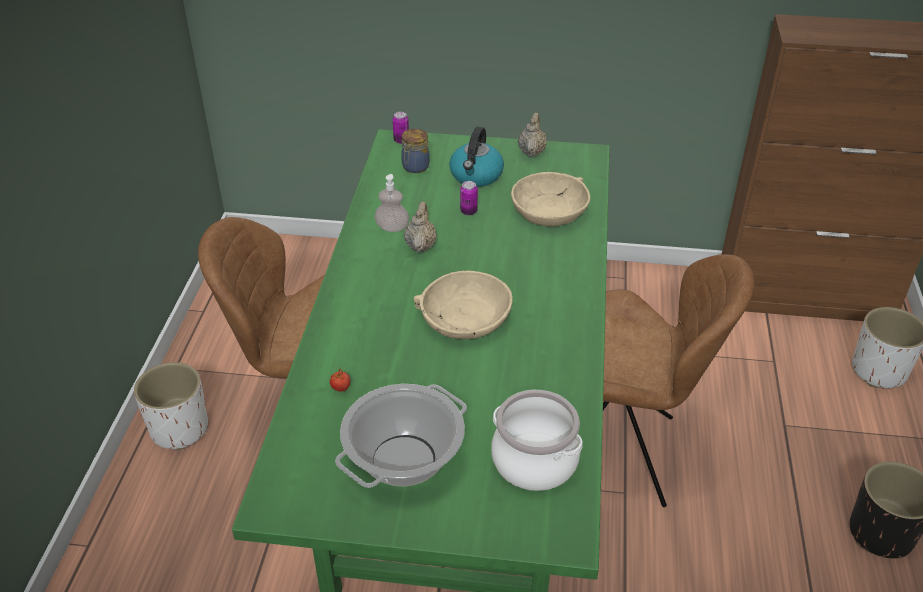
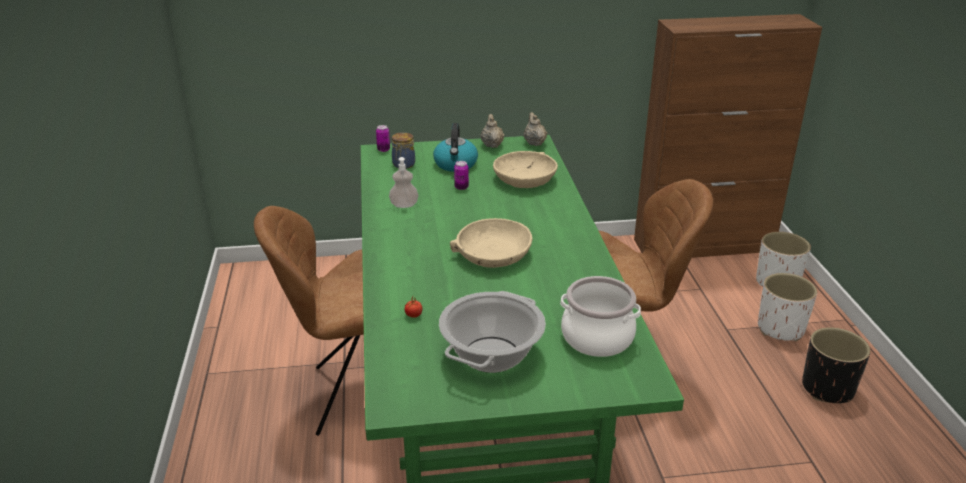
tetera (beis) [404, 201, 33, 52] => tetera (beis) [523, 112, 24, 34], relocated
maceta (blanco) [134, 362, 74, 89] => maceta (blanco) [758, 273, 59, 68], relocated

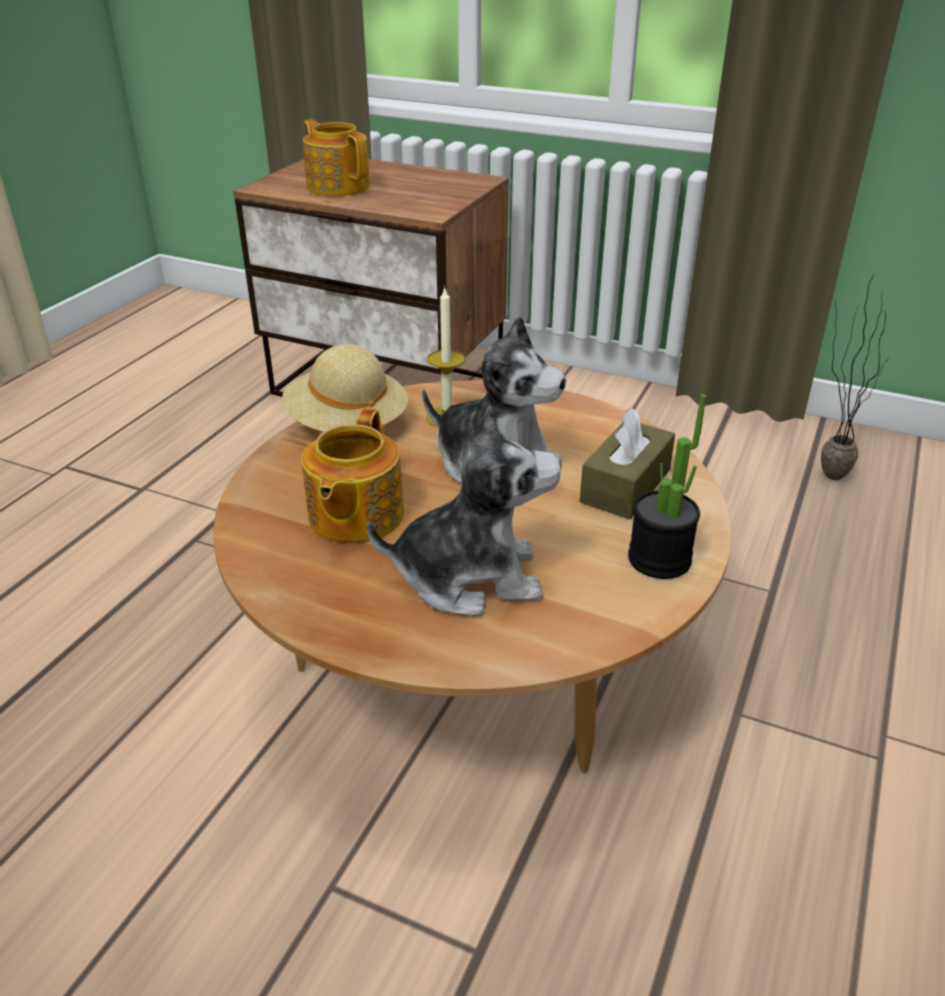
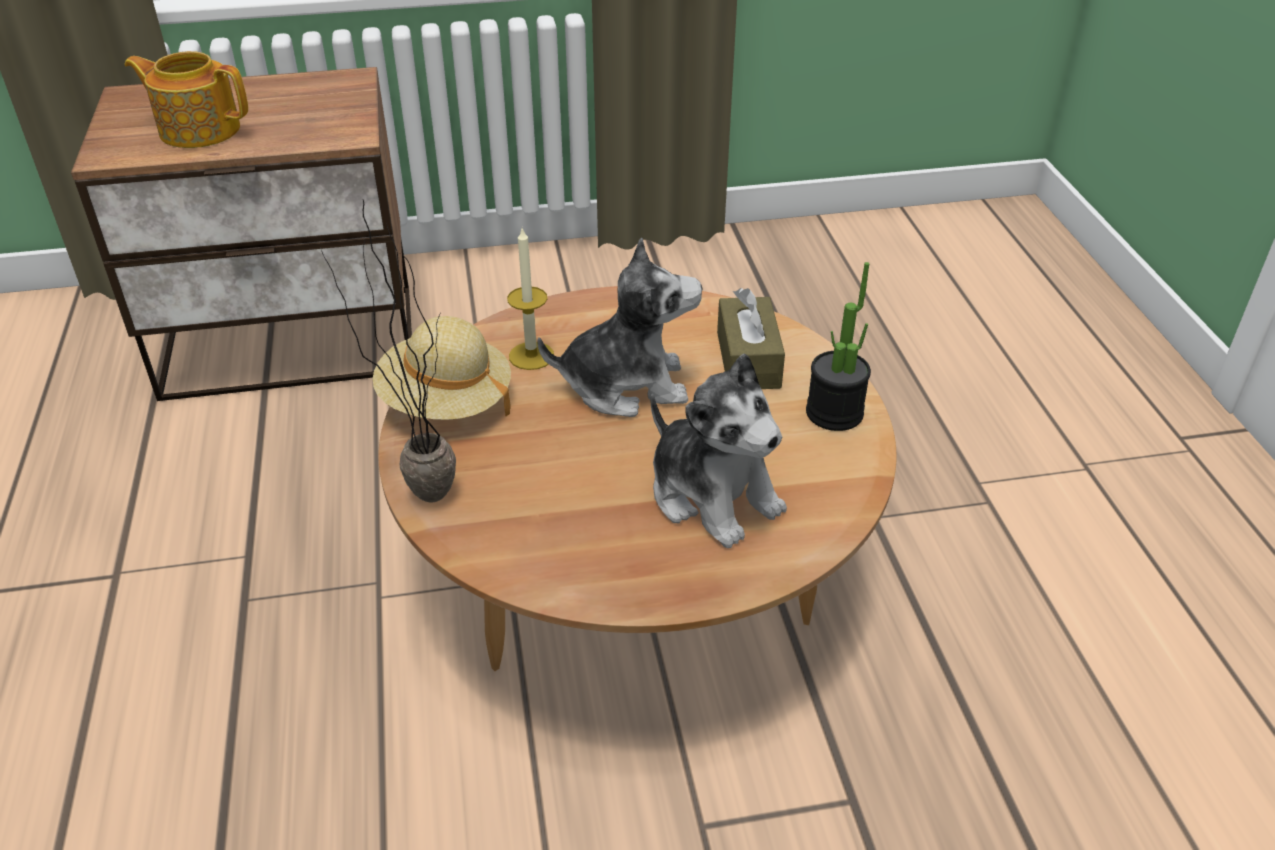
planta en maceta [821, 274, 65, 206] => planta en maceta [320, 200, 136, 302], relocated
peluche [366, 405, 195, 211] => peluche [651, 353, 136, 195], 90 degrees clockwise
tetera [301, 408, 103, 135] => nothing

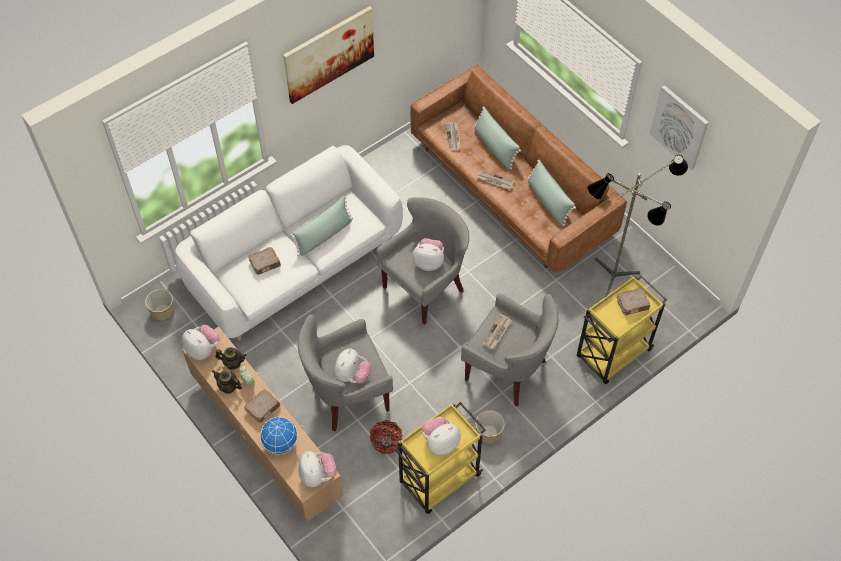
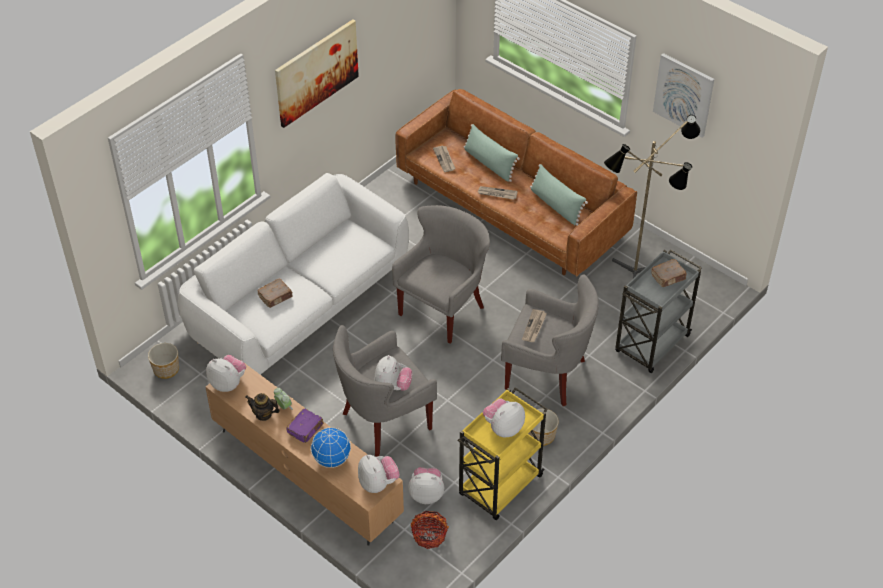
cojín (verde) [290, 196, 63, 61] => nothing
peluche [412, 238, 32, 33] => peluche [408, 467, 36, 37], relocated
carrito (amarillo) [577, 275, 90, 109] => carrito (gris) [615, 249, 87, 124]
tetera [215, 347, 31, 23] => nothing
libro (marrón) [244, 390, 36, 33] => libro (morado) [286, 408, 37, 35]
cesta [370, 420, 33, 34] => cesta [410, 511, 39, 38], relocated

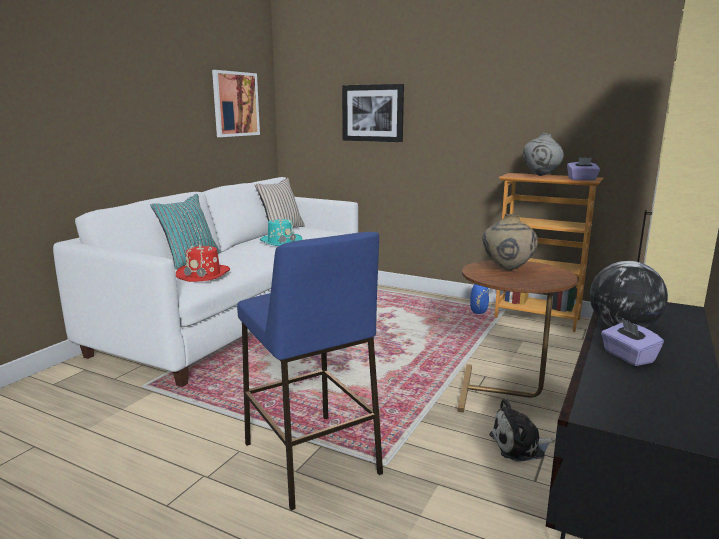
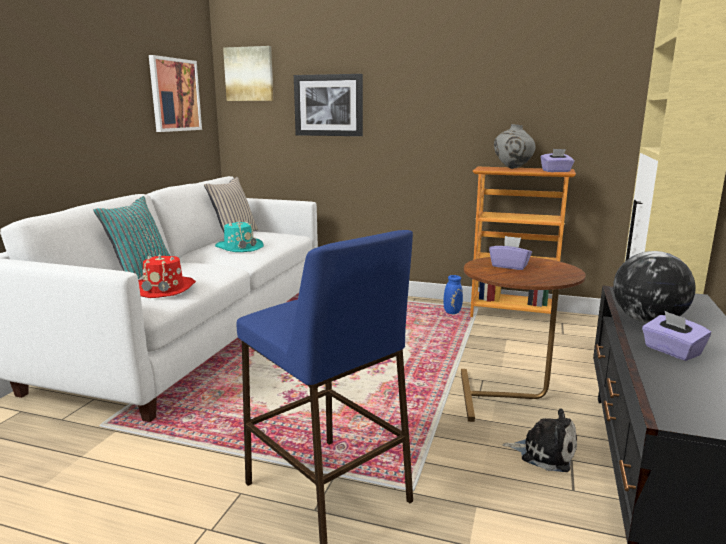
florero (beis) [482, 214, 56, 56] => caja de pañuelos (morado) [489, 236, 43, 34]
peluche [489, 398, 65, 64] => peluche [502, 409, 75, 63], 135 degrees counterclockwise
nothing => cuadro [223, 46, 51, 55]

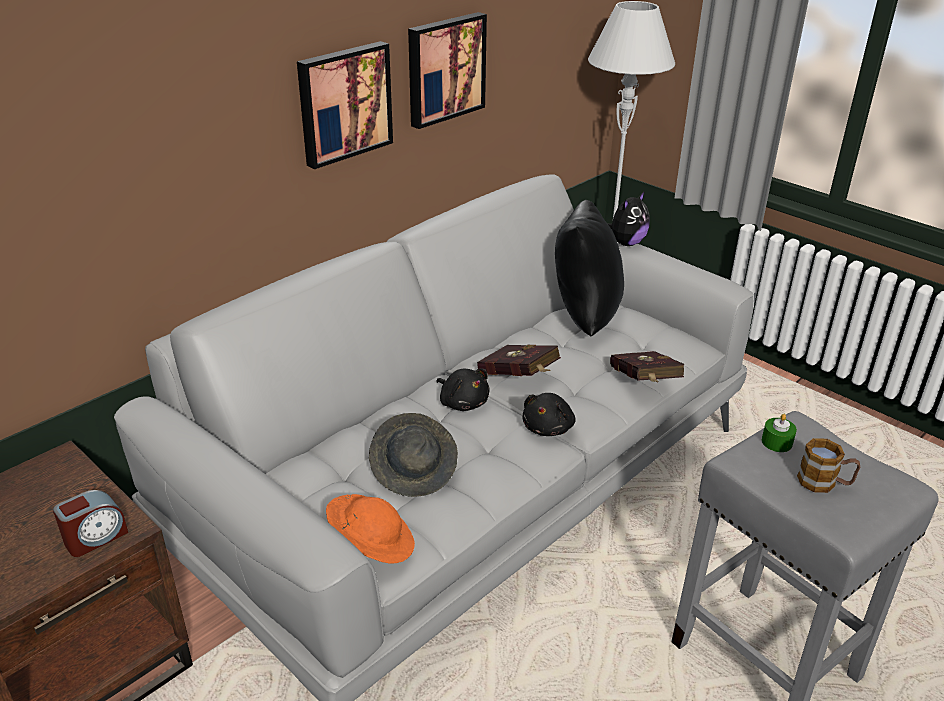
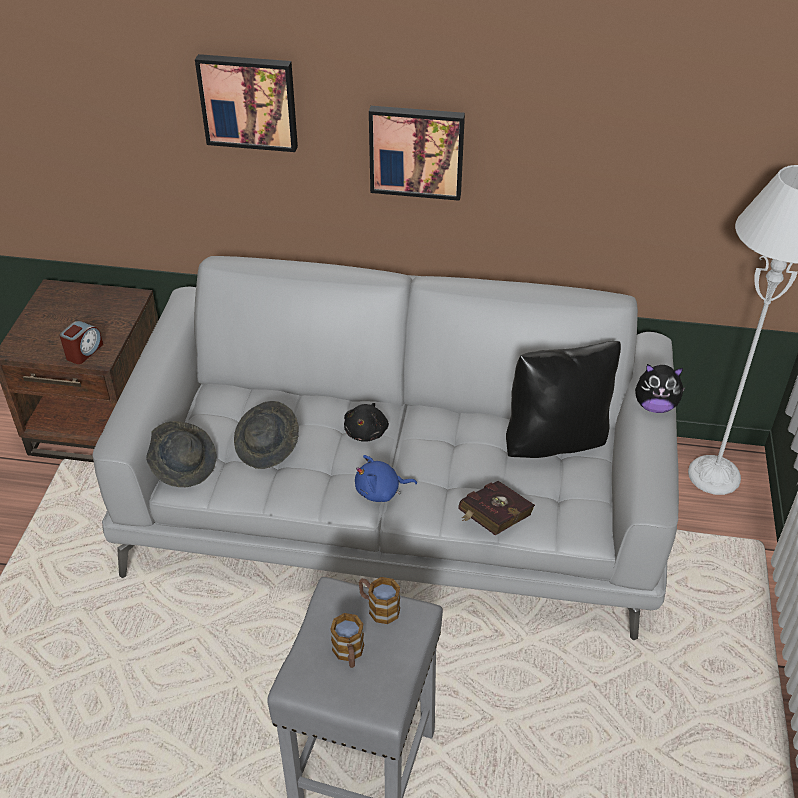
cuadro [408, 12, 79, 117] => cuadro [195, 54, 103, 98], relocated
libro (rojo) [477, 345, 84, 31] => nothing
peluche (negro) [522, 393, 53, 43] => peluche (azul) [355, 455, 62, 47]
vela (verde) [761, 414, 36, 38] => taza grande [359, 577, 41, 47]
despertador [53, 490, 75, 67] => despertador [59, 321, 44, 43], 75 degrees counterclockwise
sombrero (naranja) [326, 494, 89, 70] => sombrero (gris) [146, 421, 70, 66]

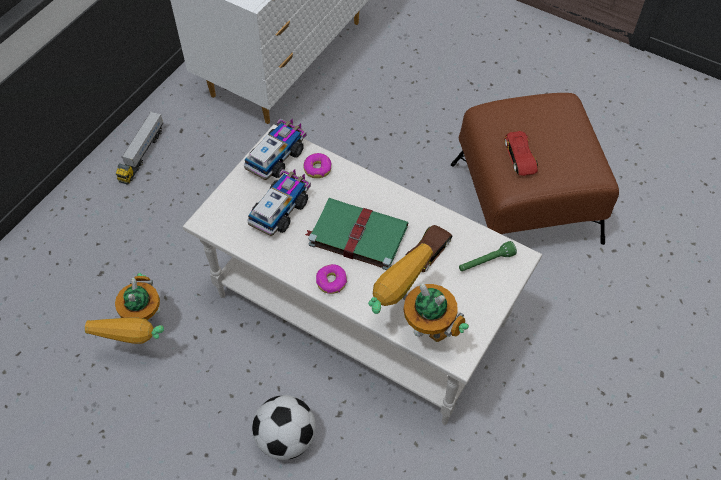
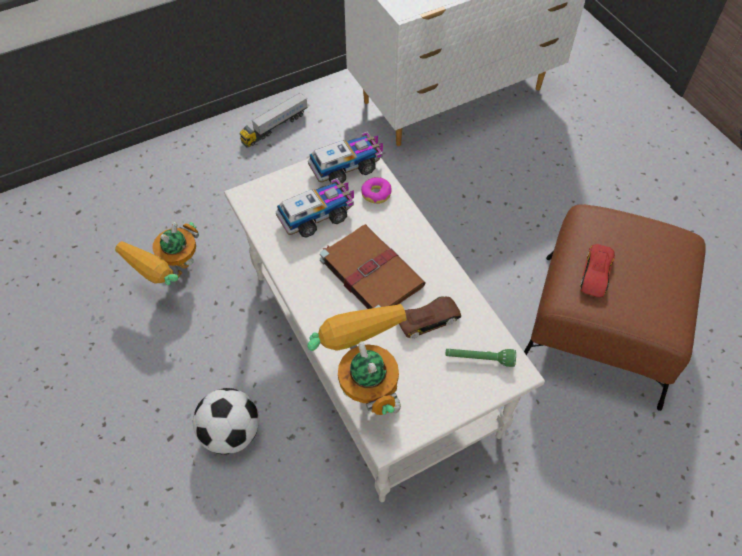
libro (verde) [305, 198, 103, 72] => libro (marrón) [320, 224, 106, 85]
rosquilla [316, 264, 31, 30] => nothing

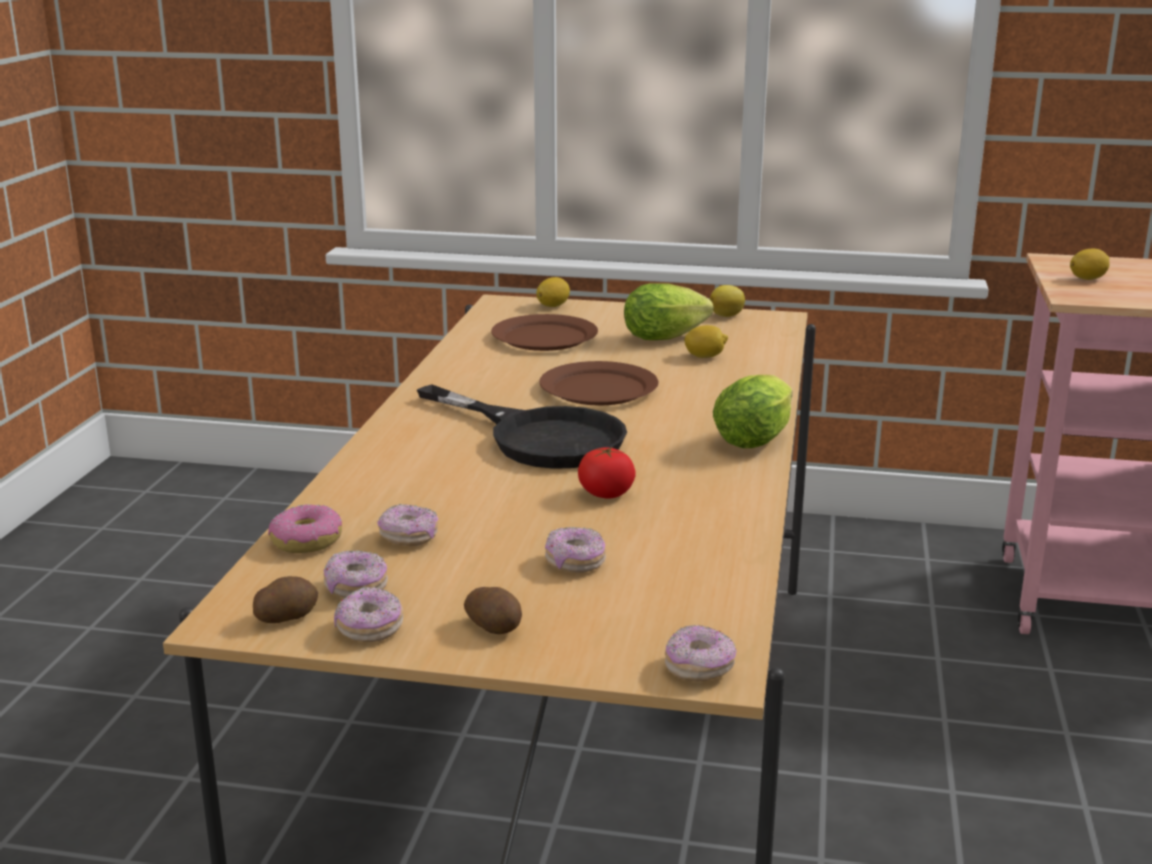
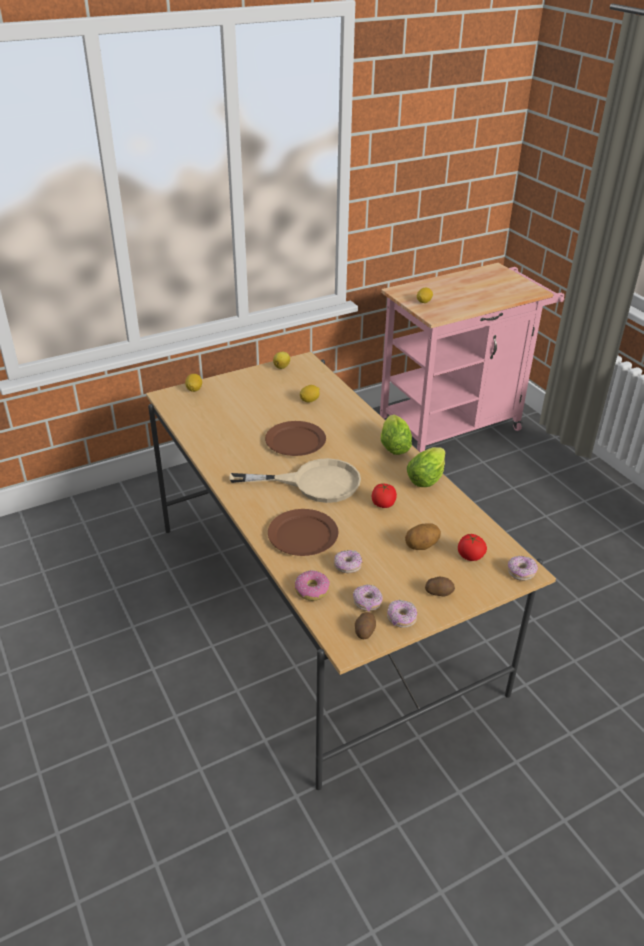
lechuga [624, 283, 90, 57] => lechuga [407, 447, 39, 40], relocated
plato (marrón) [491, 314, 107, 37] => plato (marrón) [268, 509, 70, 47], relocated
sartén (negro) [417, 384, 210, 85] => sartén (beis) [229, 458, 132, 45]
rosquilla [545, 527, 61, 46] => patata [405, 523, 36, 27]
nothing => tomate [458, 534, 29, 27]

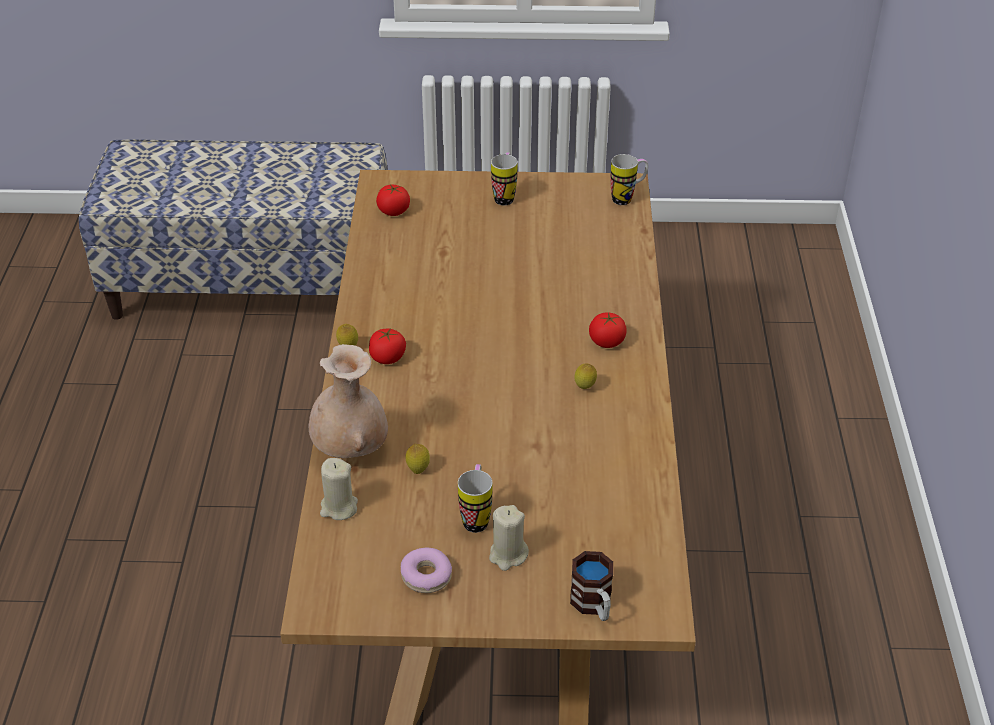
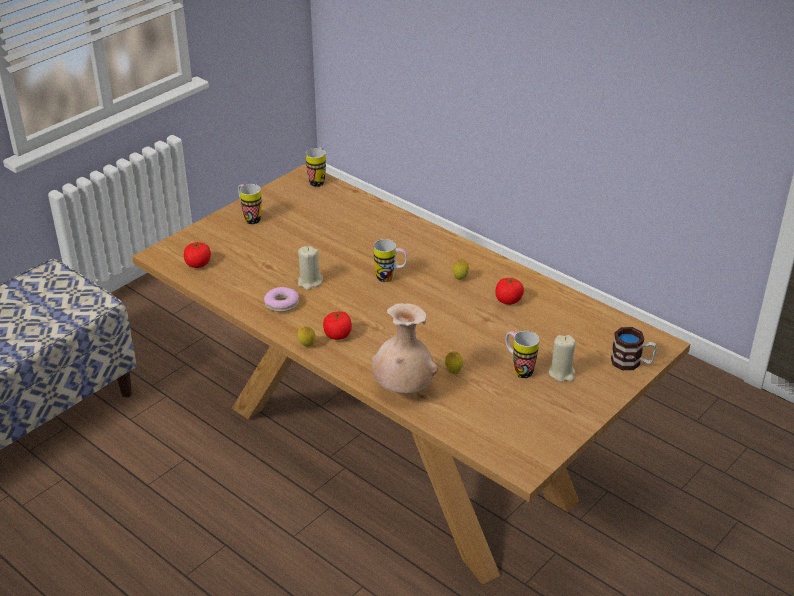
tomate [589, 312, 38, 36] => tomate [495, 277, 29, 28], relocated
vela (beis) [320, 458, 38, 62] => vela (beis) [298, 246, 25, 44], relocated
rosquilla [401, 548, 51, 45] => rosquilla [264, 287, 35, 25], relocated
nothing => taza grande [374, 239, 33, 43]

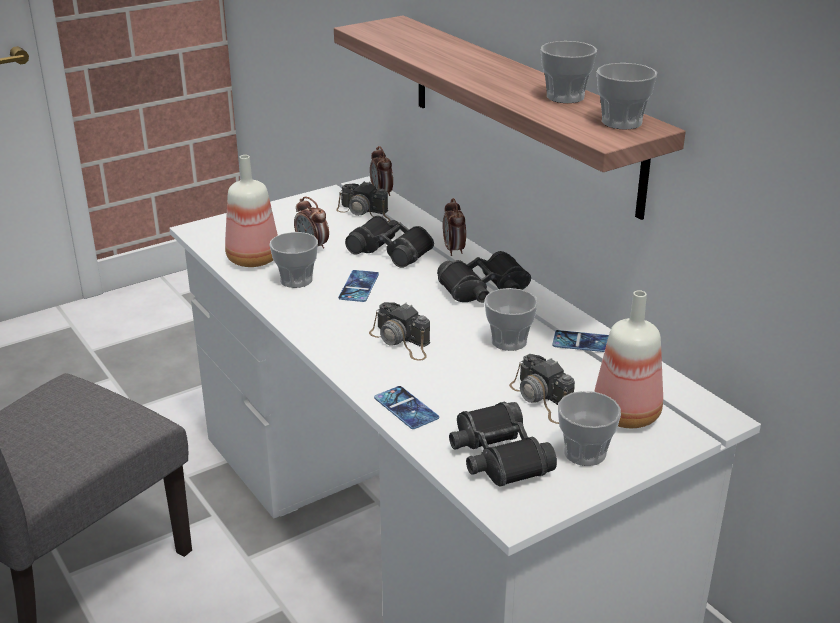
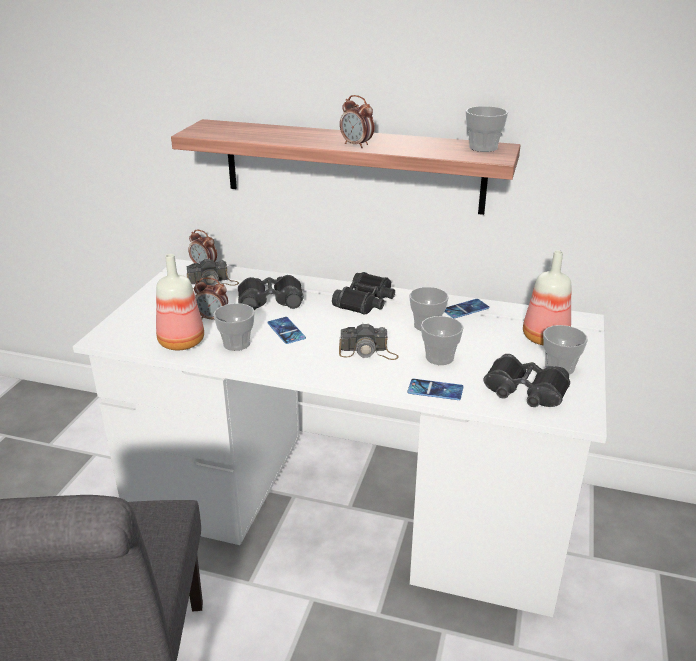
taza [541, 41, 56, 62] => taza [421, 316, 43, 49], relocated
despertador [443, 198, 23, 58] => despertador [340, 95, 35, 53], relocated
cámara [509, 354, 66, 70] => nothing

